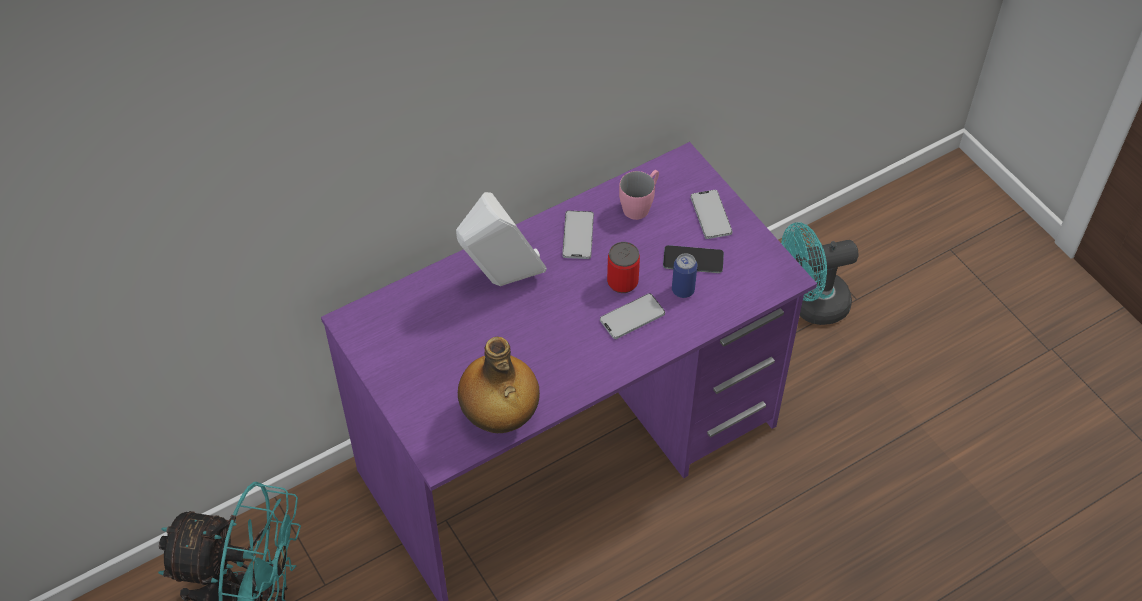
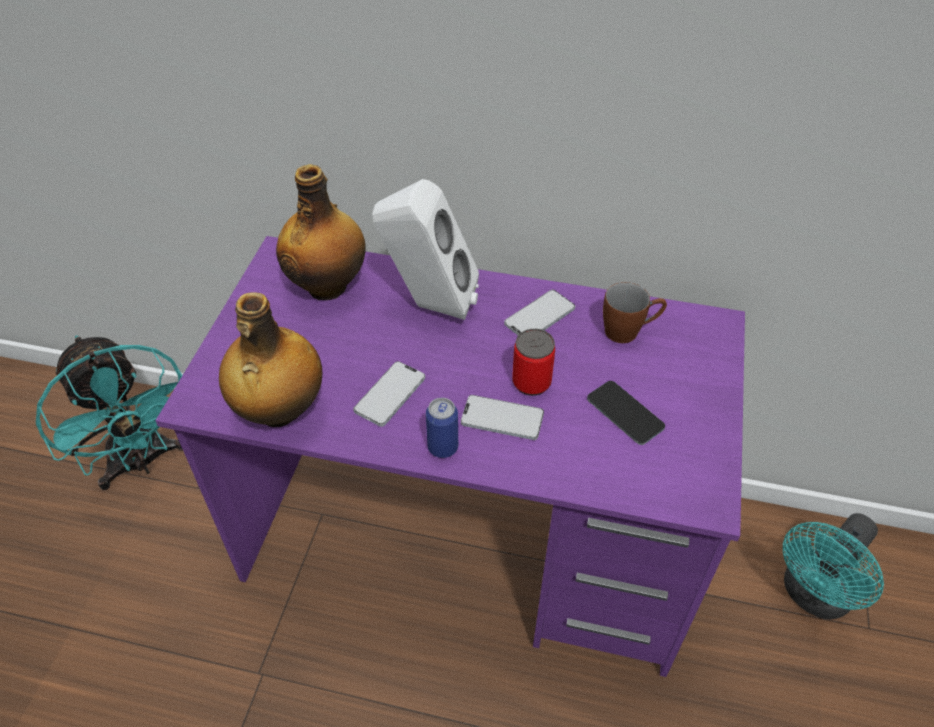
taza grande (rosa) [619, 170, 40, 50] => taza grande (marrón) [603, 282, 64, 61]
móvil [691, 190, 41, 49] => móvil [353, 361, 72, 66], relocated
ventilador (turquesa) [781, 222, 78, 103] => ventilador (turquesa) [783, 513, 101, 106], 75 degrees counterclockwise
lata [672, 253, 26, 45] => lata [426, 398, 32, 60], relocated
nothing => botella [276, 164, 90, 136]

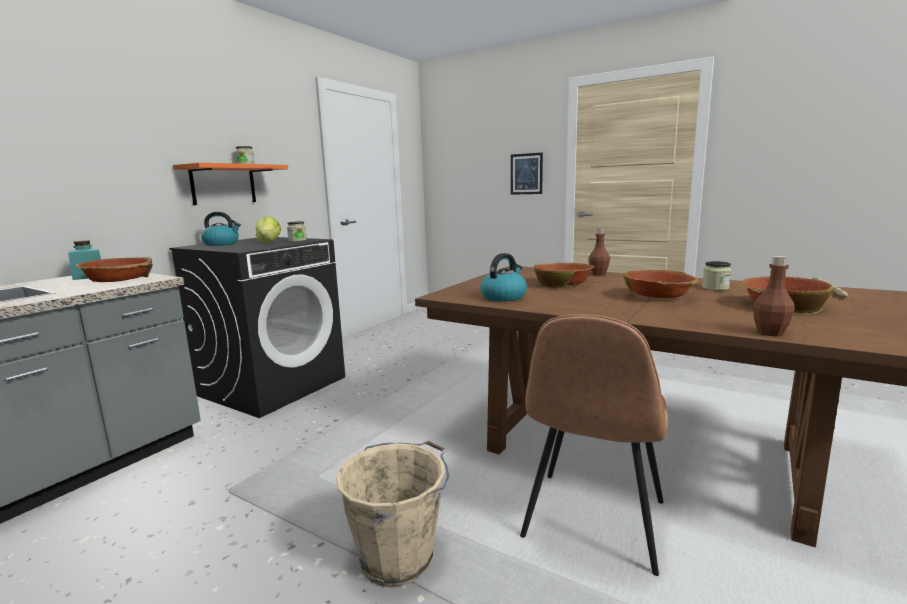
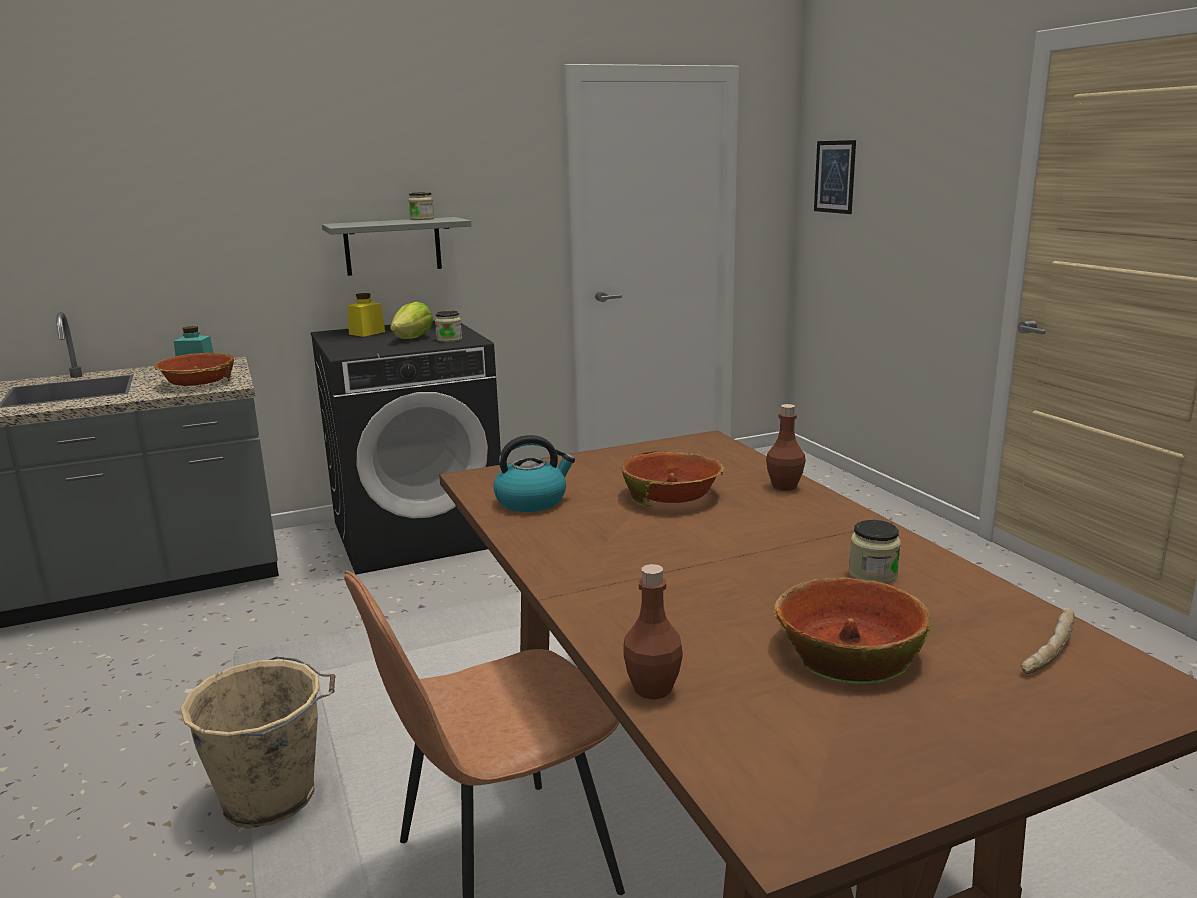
cuadro [511, 153, 32, 42] => cuadro [814, 140, 42, 74], relocated
estante (naranja) [173, 162, 115, 43] => estante (gris) [322, 217, 149, 59]
hervidor [201, 212, 40, 34] => tarro (amarillo) [347, 293, 38, 44]
cuenco [623, 270, 76, 28] => nothing

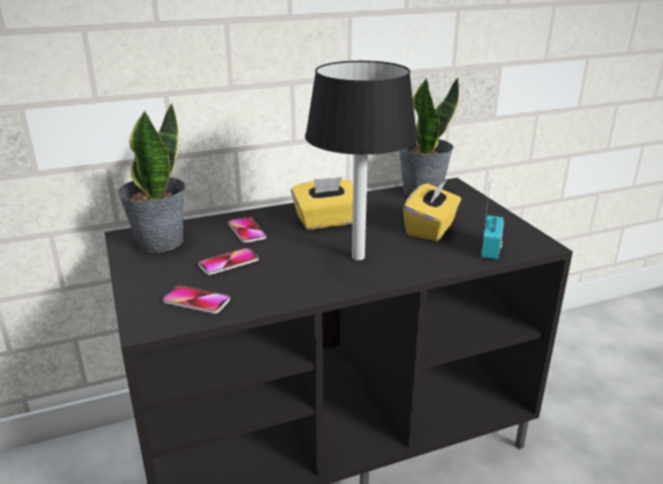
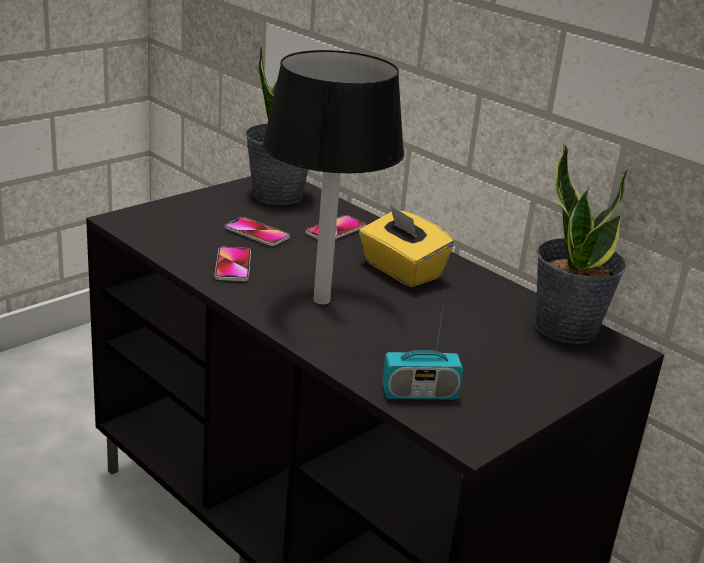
caja de pañuelos (amarillo) [403, 180, 58, 61] => nothing
móvil [163, 286, 67, 28] => móvil [214, 247, 37, 34], relocated

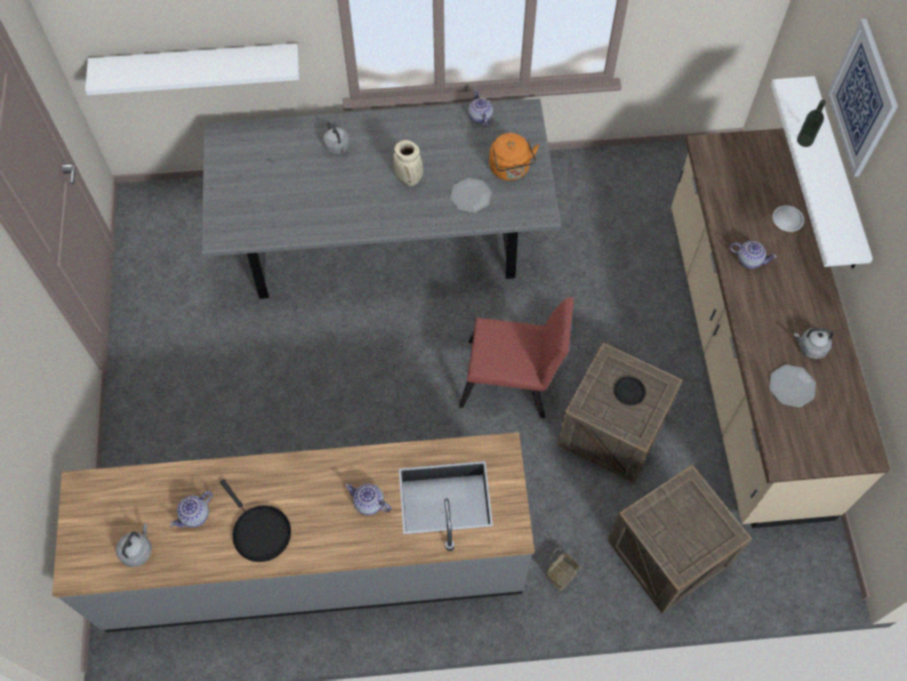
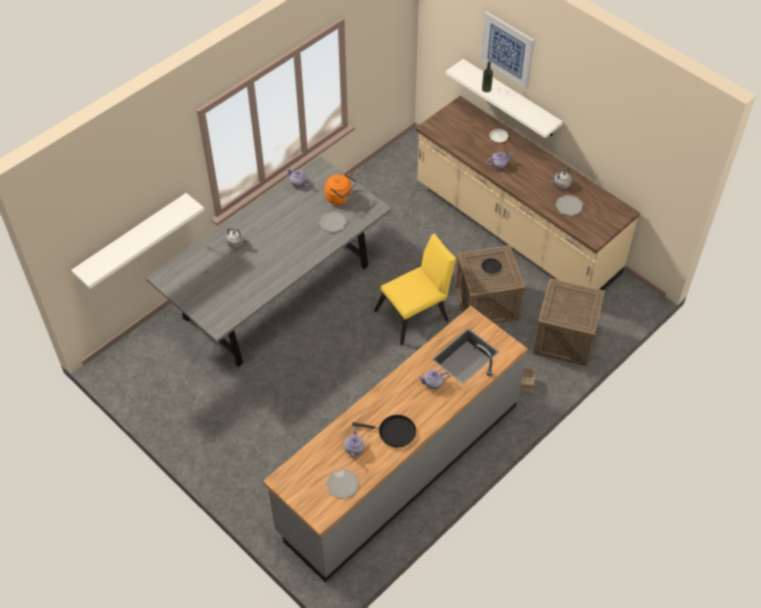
florero (beis) [393, 140, 30, 46] => nothing
silla (rojo) [459, 297, 115, 121] => silla (amarillo) [374, 233, 82, 112]
hervidor (gris) [116, 523, 36, 44] => plato [326, 469, 34, 30]

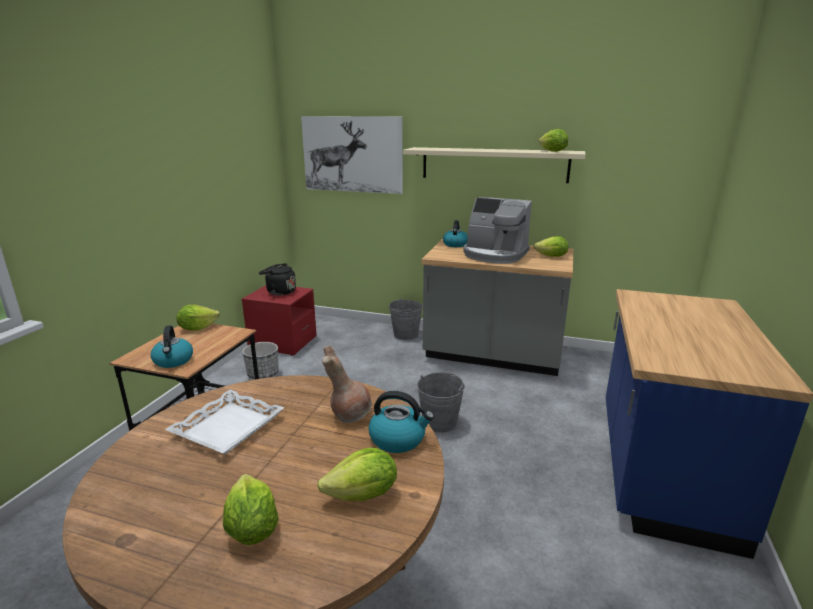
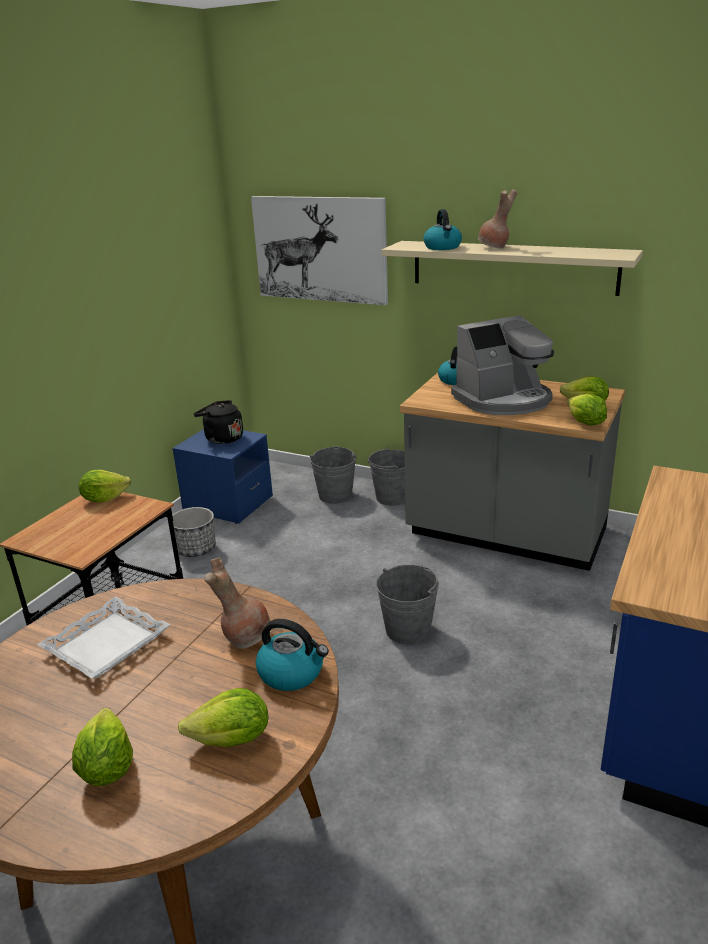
lechuga [539, 129, 29, 23] => lechuga [567, 394, 40, 32], relocated
cafetera [463, 197, 69, 67] => cafetera [451, 315, 103, 100], 60 degrees counterclockwise
mesita de noche (rojo) [242, 285, 75, 71] => mesita de noche (azul) [172, 429, 101, 95]
hervidor [151, 325, 42, 43] => hervidor [423, 209, 39, 41], relocated
nothing => florero (marrón) [478, 189, 39, 59]
nothing => cubo (gris) [310, 447, 47, 57]

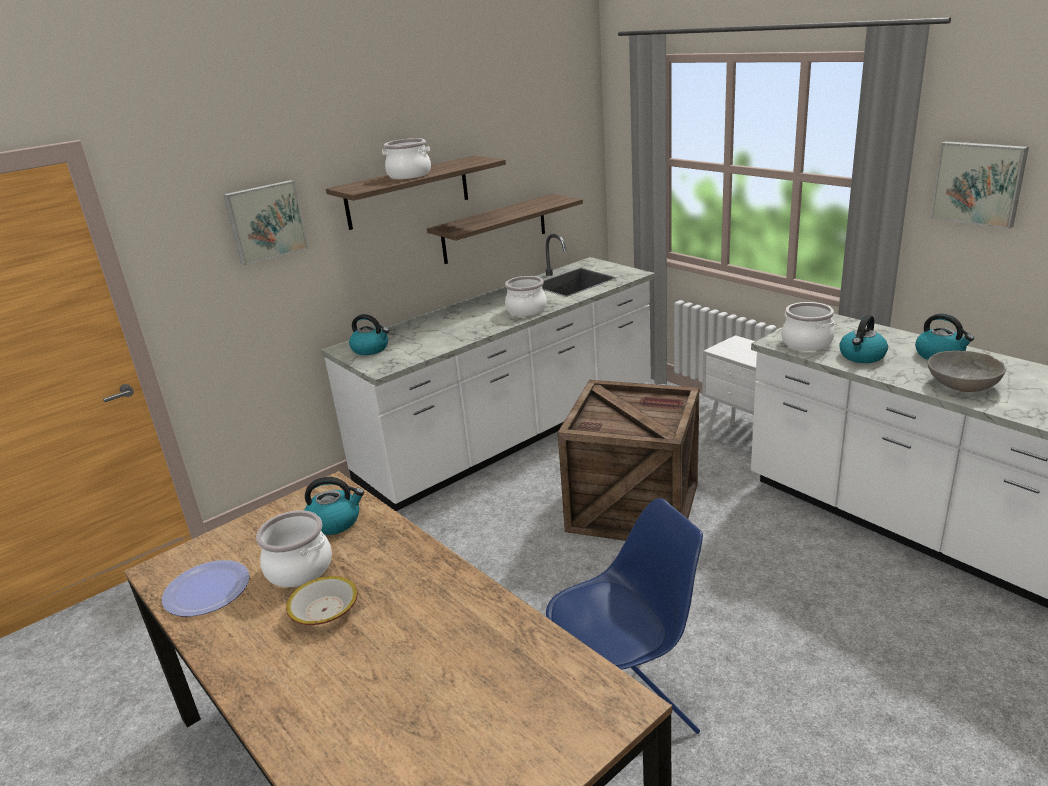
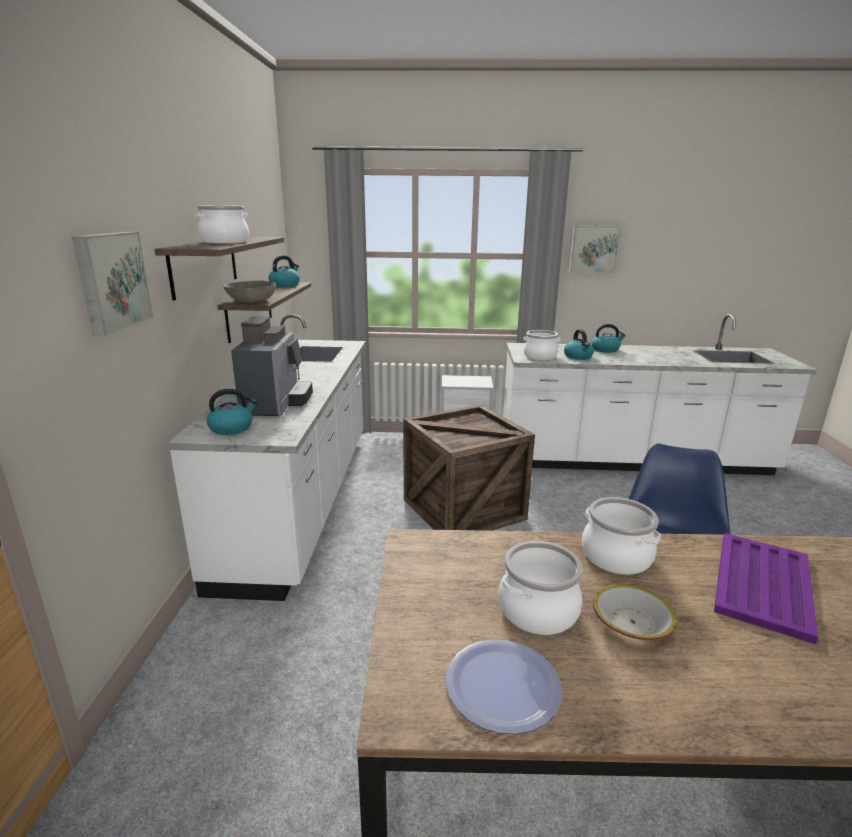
olla [505, 276, 42, 40] => olla [582, 497, 79, 78], relocated
cuenco (gris) [928, 351, 78, 41] => cuenco (gris) [223, 280, 53, 22], relocated
hervidor [304, 477, 60, 58] => hervidor [268, 255, 32, 32], relocated
nothing => cafetera [231, 316, 82, 100]
nothing => bandeja (morado) [714, 533, 104, 111]

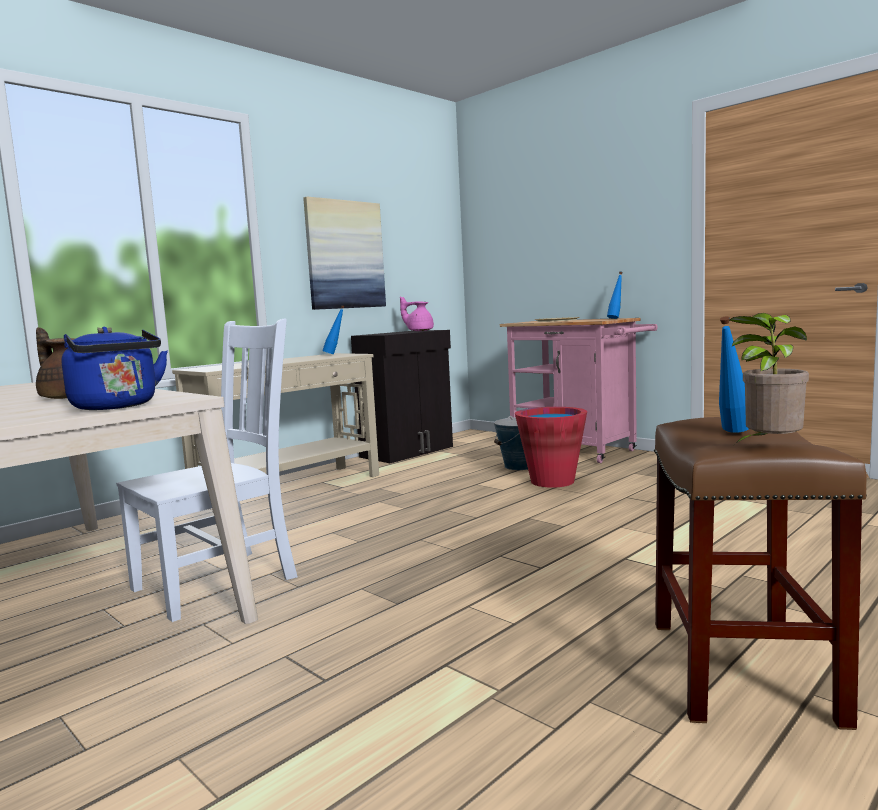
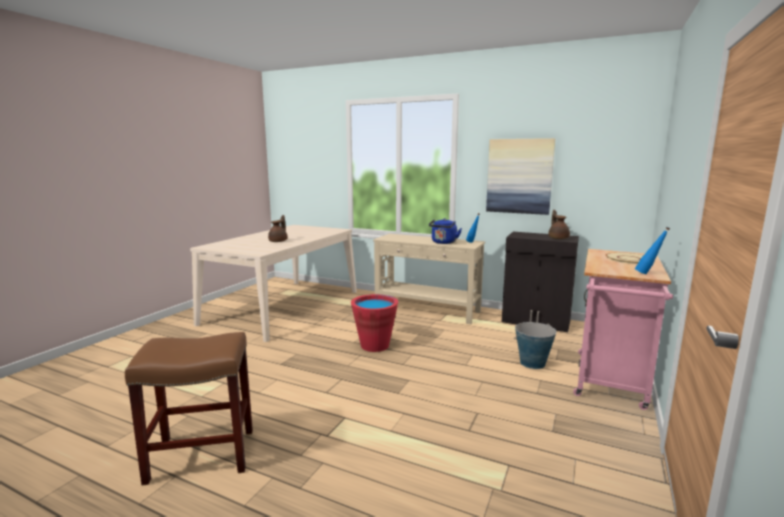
tetera (rosa) [400, 296, 34, 35] => tetera (marrón) [548, 210, 22, 29]
planta en maceta [729, 313, 80, 131] => nothing
botella (azul) [719, 317, 30, 116] => nothing
silla (blanco) [116, 319, 182, 303] => nothing
hervidor (azul) [61, 327, 107, 83] => hervidor (azul) [429, 218, 33, 26], relocated
cubo (rojo) [515, 407, 72, 81] => cubo (rojo) [351, 294, 47, 58], relocated

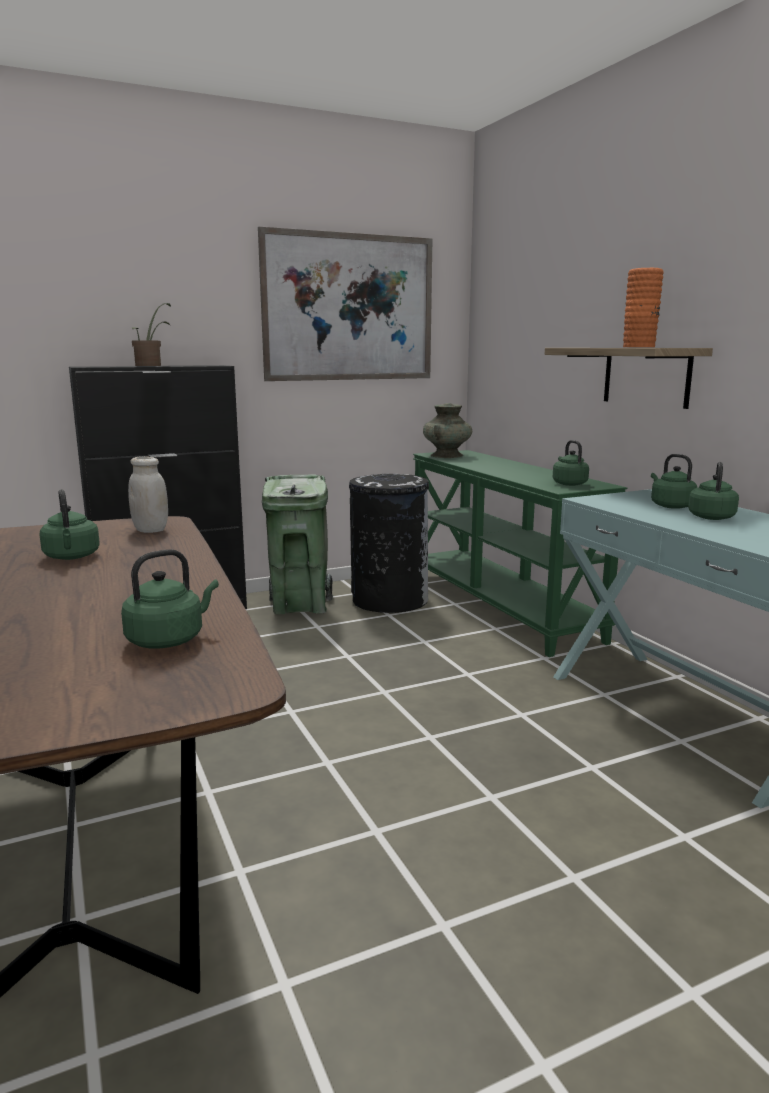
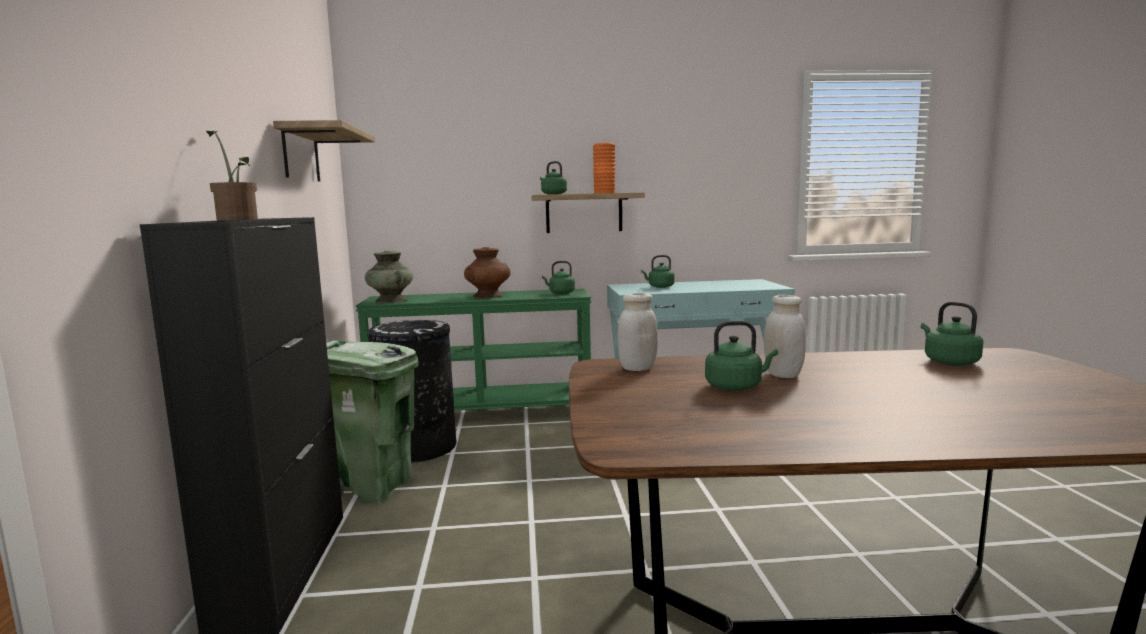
cuadro [258, 227, 174, 154] => estante [273, 120, 102, 62]
hervidor (verde) [688, 462, 51, 58] => hervidor (verde) [540, 161, 27, 34], relocated
nothing => florero (marrón) [464, 247, 46, 51]
nothing => tarro (blanco) [764, 295, 42, 83]

